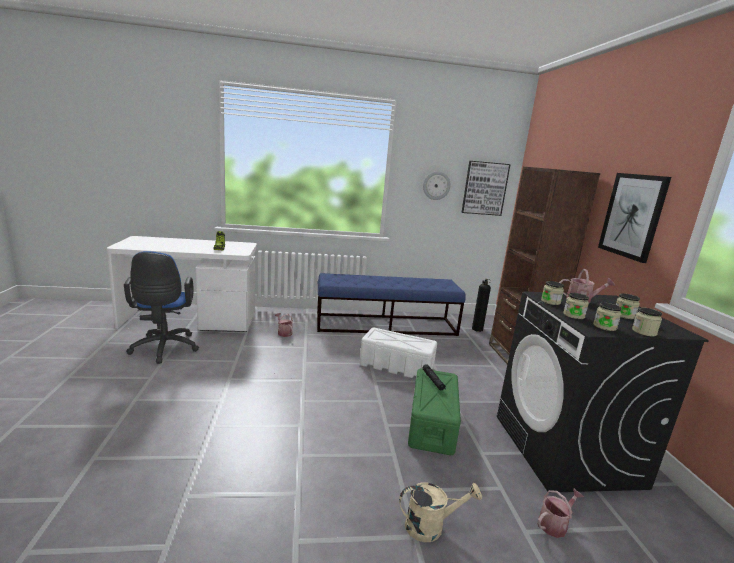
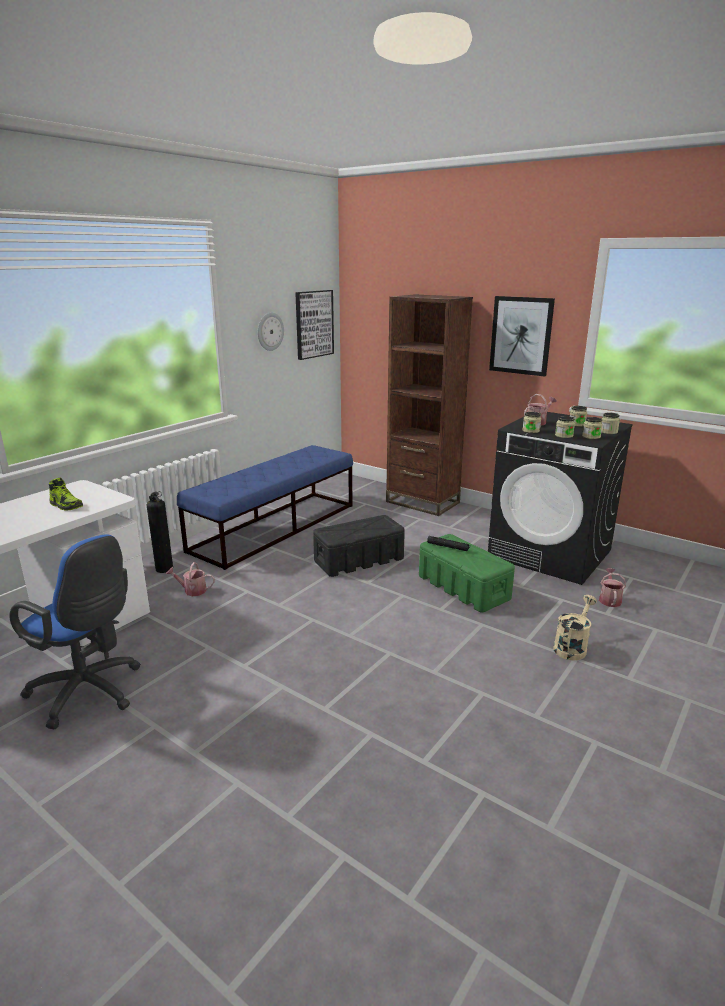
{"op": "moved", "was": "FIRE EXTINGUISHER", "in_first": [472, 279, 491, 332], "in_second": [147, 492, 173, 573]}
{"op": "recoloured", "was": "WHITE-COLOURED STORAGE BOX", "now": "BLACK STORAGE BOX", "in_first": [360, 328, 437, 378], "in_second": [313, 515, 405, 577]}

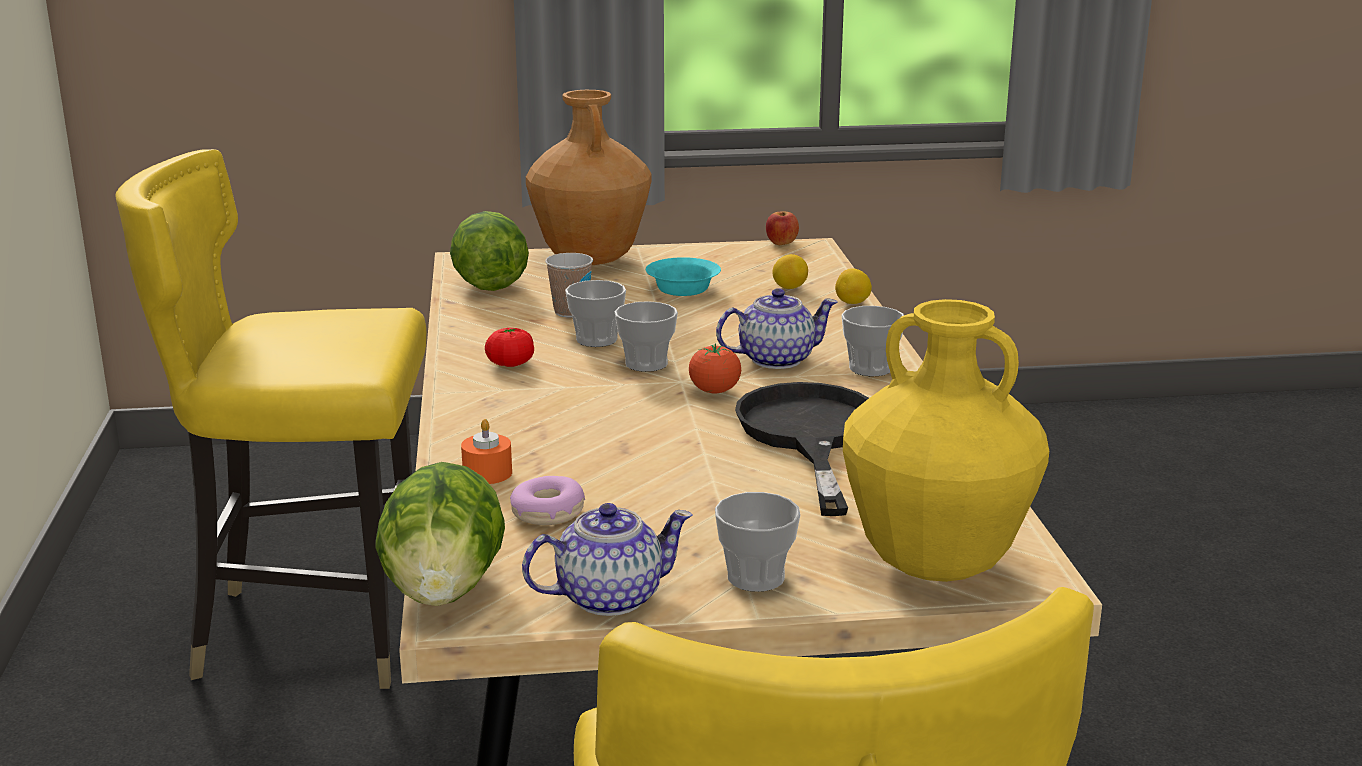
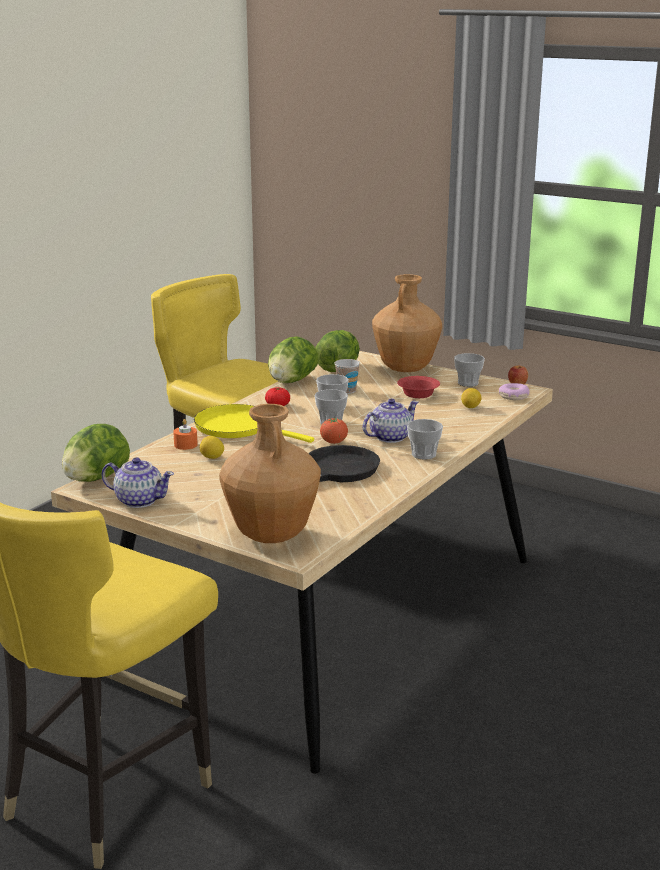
{"op": "added", "now": "YELLOW-COLOURED SKILLET", "in_second": [194, 404, 314, 443]}
{"op": "moved", "was": "CITRUS FRUIT", "in_first": [835, 268, 872, 304], "in_second": [200, 436, 224, 459]}
{"op": "recoloured", "was": "YELLOW-COLOURED DECORATIVE VASE", "now": "BROWN-COLOURED DECORATIVE VASE", "in_first": [843, 299, 1049, 582], "in_second": [219, 404, 321, 543]}
{"op": "added", "now": "HEAD OF LETTUCE", "in_second": [268, 336, 319, 383]}
{"op": "turned", "was": "POT FOR TEA", "in_first": [716, 288, 838, 369], "in_second": [363, 399, 418, 443], "clockwise": -60}
{"op": "recoloured", "was": "BLUE-GREEN DEEP DISH", "now": "RED-COLOURED DEEP DISH", "in_first": [646, 257, 721, 296], "in_second": [397, 376, 440, 398]}
{"op": "moved", "was": "DRINKING CUP", "in_first": [715, 492, 800, 592], "in_second": [454, 353, 485, 387]}
{"op": "moved", "was": "DOUGHNUT", "in_first": [510, 476, 585, 525], "in_second": [499, 383, 530, 400]}

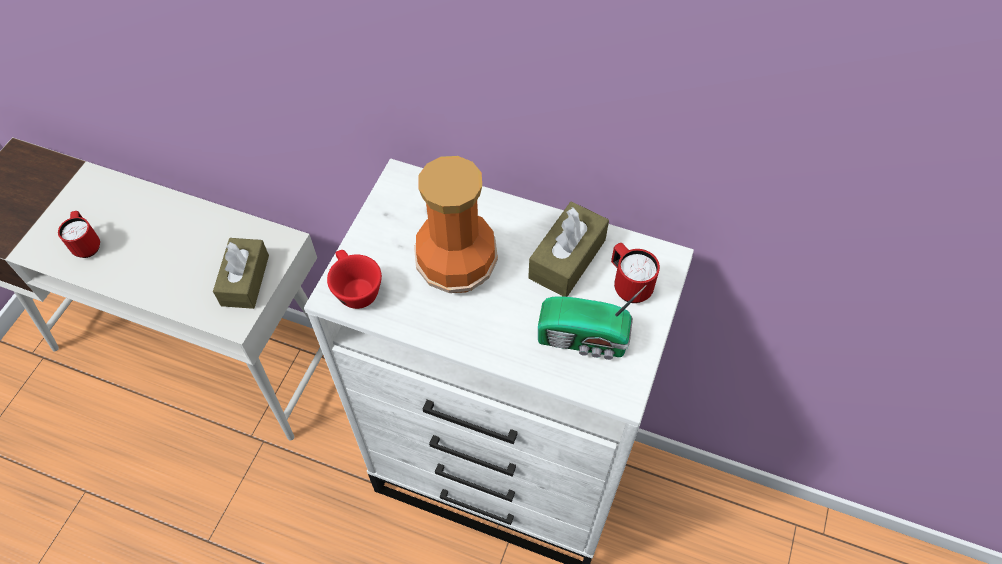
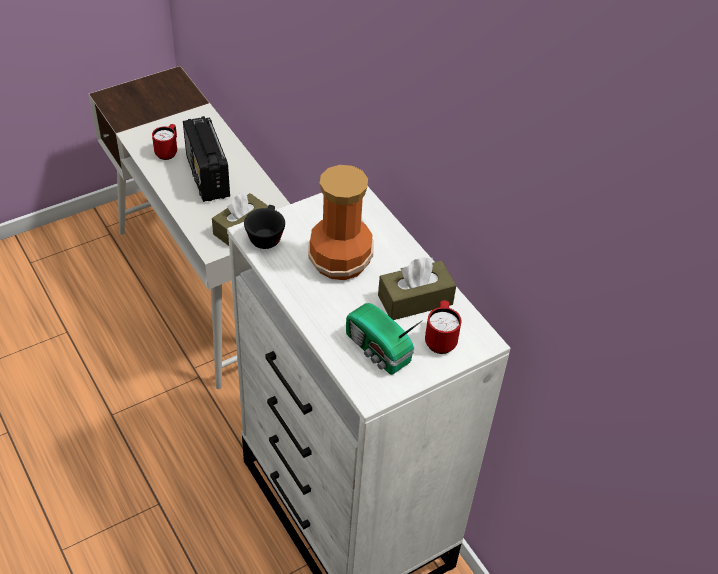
{"op": "added", "now": "RADIO SET", "in_second": [183, 116, 230, 202]}
{"op": "recoloured", "was": "RED-COLOURED DRINKING CUP", "now": "BLACK DRINKING CUP", "in_first": [327, 250, 382, 309], "in_second": [244, 205, 285, 249]}

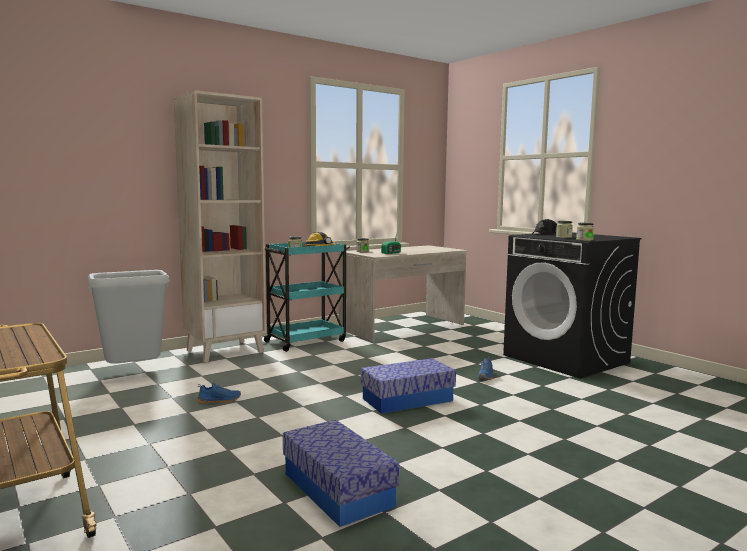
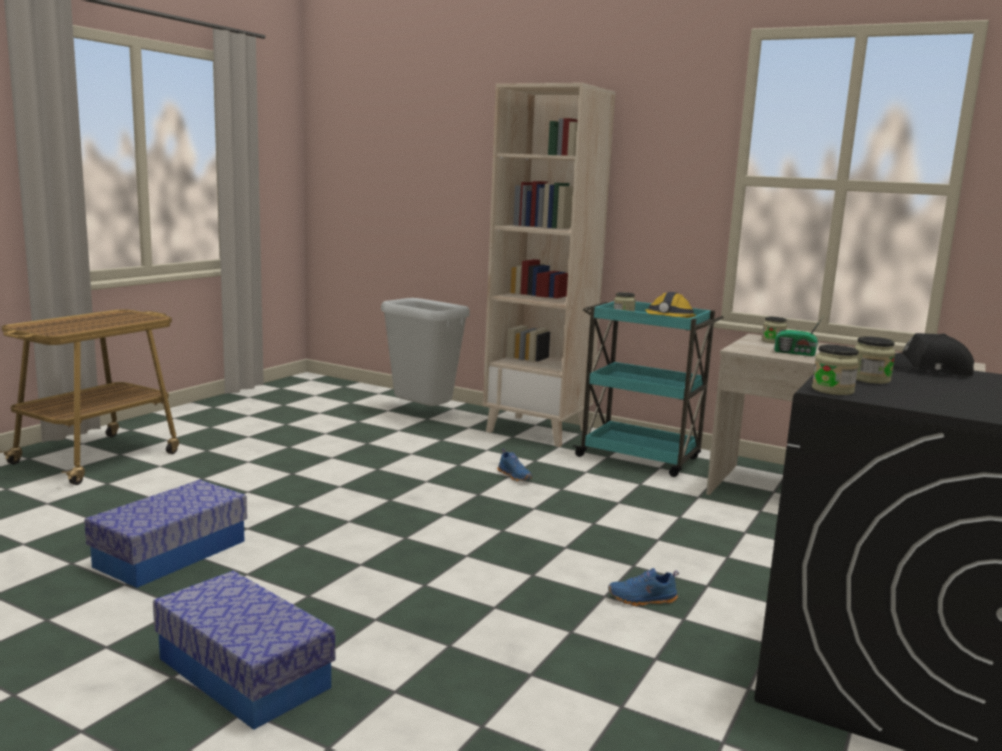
{"op": "moved", "was": "STORAGE BOX", "in_first": [361, 358, 456, 414], "in_second": [153, 570, 335, 730]}
{"op": "moved", "was": "BLUE SHOE", "in_first": [197, 383, 241, 403], "in_second": [497, 449, 532, 481]}

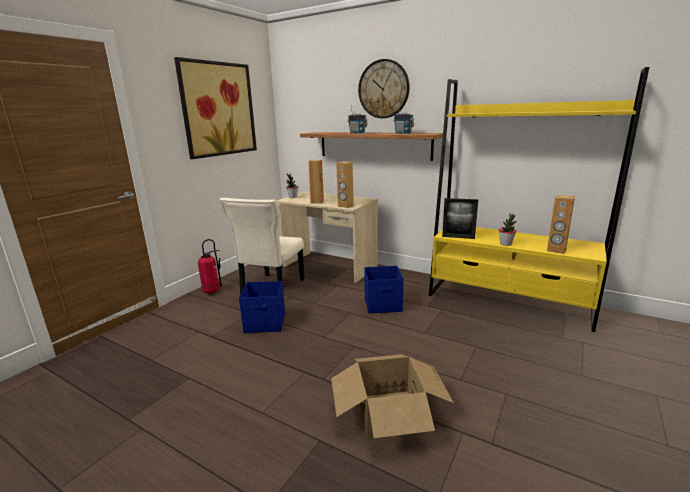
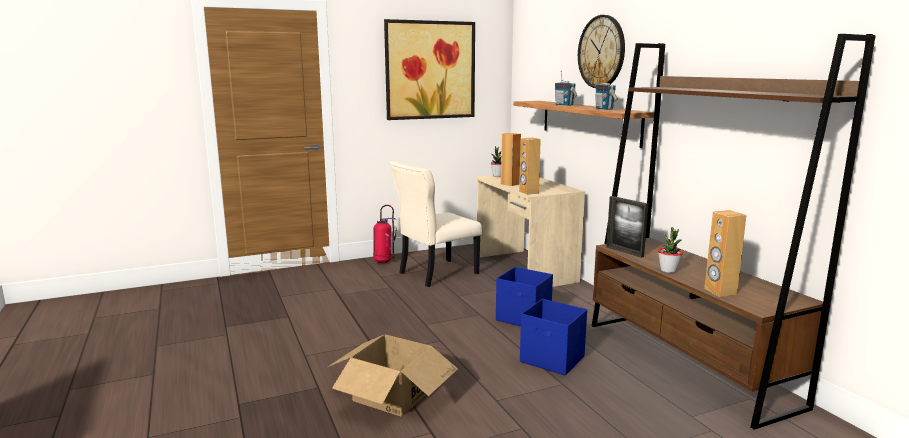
{"op": "moved", "was": "BLUE STORAGE BOX", "in_first": [239, 281, 285, 333], "in_second": [520, 299, 587, 375]}
{"op": "recoloured", "was": "YELLOW-COLOURED SHELVING UNIT", "now": "BROWN-COLOURED SHELVING UNIT", "in_first": [429, 67, 649, 332], "in_second": [592, 34, 875, 430]}

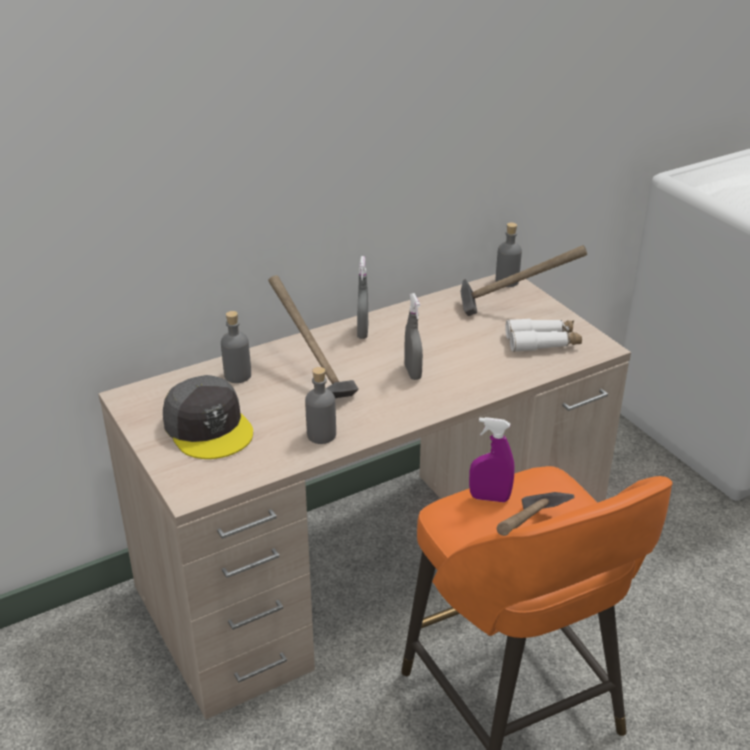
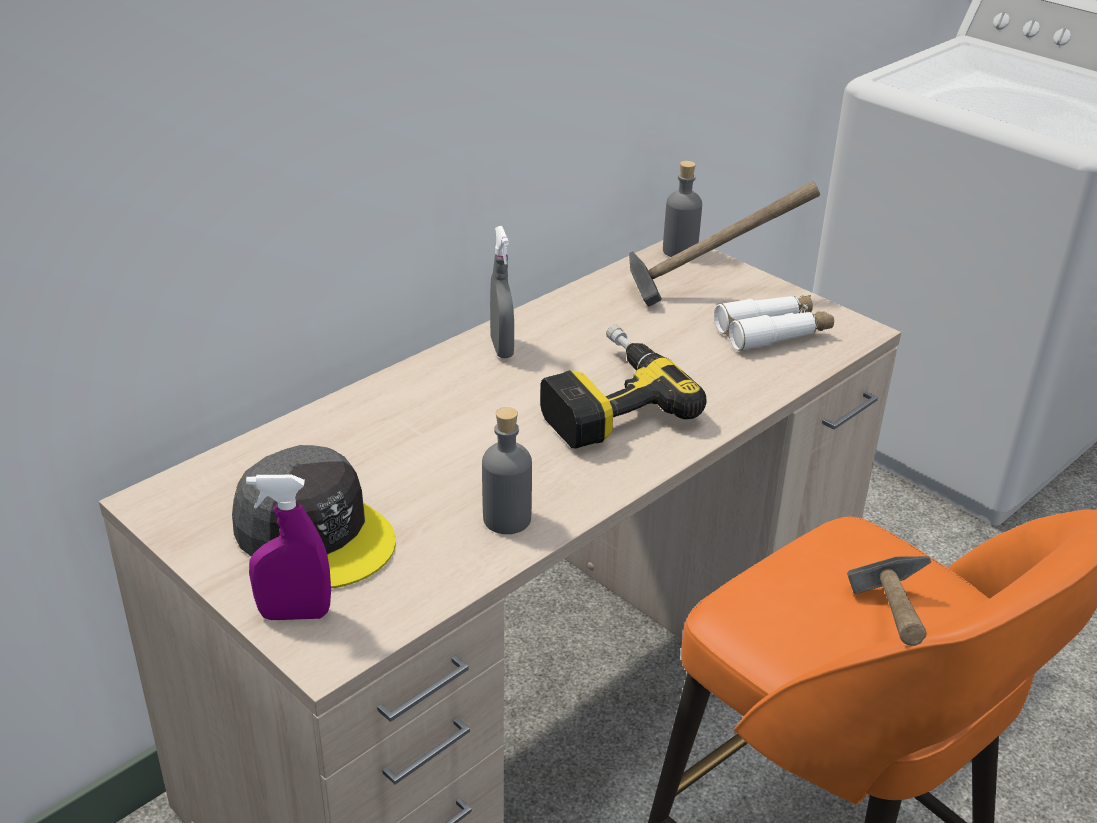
{"op": "moved", "was": "PURPLE SPRAY BOTTLE", "in_first": [469, 417, 515, 502], "in_second": [246, 475, 331, 620]}
{"op": "replaced", "was": "GREYISH SPRAY BOTTLE", "now": "POWER DRILL", "in_first": [404, 293, 423, 380], "in_second": [540, 325, 707, 448]}
{"op": "removed", "was": "GREYISH BEVERAGE BOTTLE", "in_first": [221, 311, 251, 383]}
{"op": "removed", "was": "HAMMER", "in_first": [268, 275, 359, 398]}

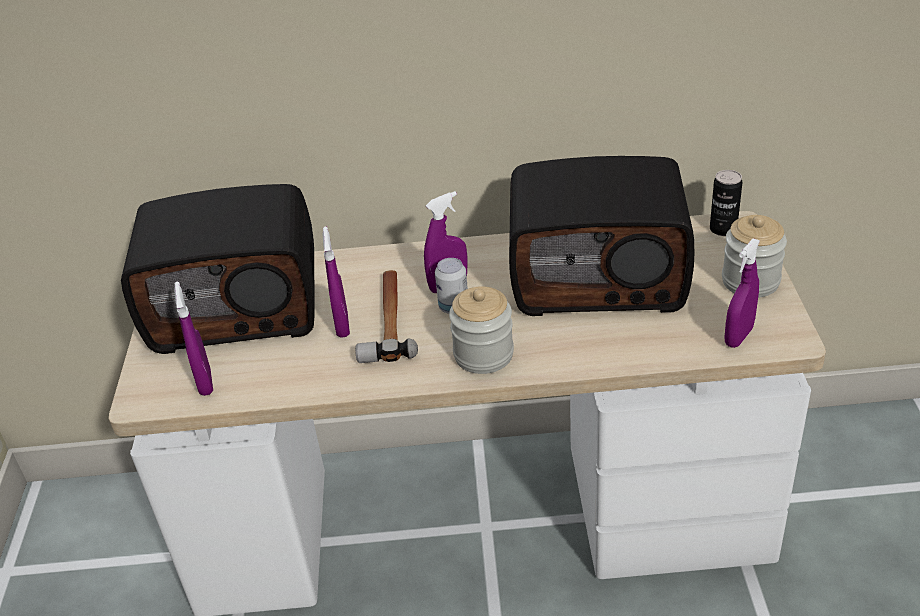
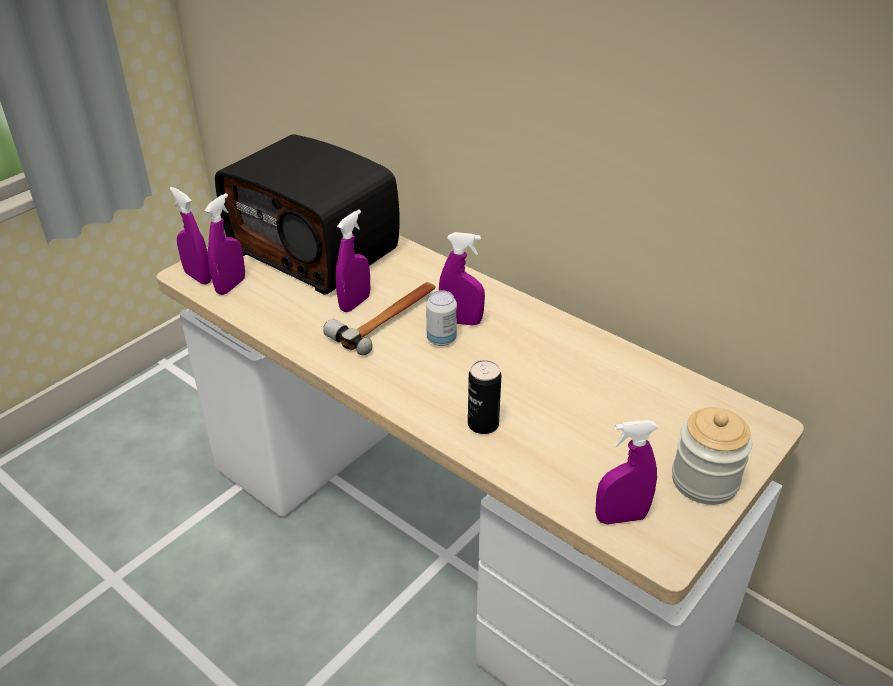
{"op": "added", "now": "PURPLE SPRAY BOTTLE", "in_second": [170, 187, 212, 285]}
{"op": "moved", "was": "CAN", "in_first": [710, 170, 742, 236], "in_second": [468, 360, 501, 434]}
{"op": "removed", "was": "PRESERVE JAR", "in_first": [449, 286, 514, 374]}
{"op": "removed", "was": "RADIO SET", "in_first": [509, 156, 694, 316]}

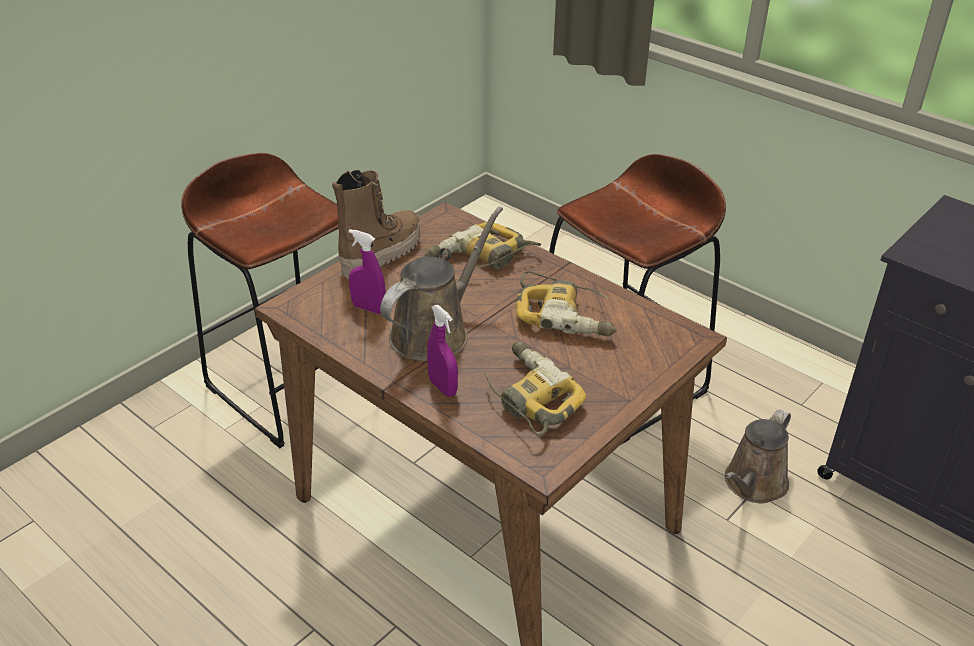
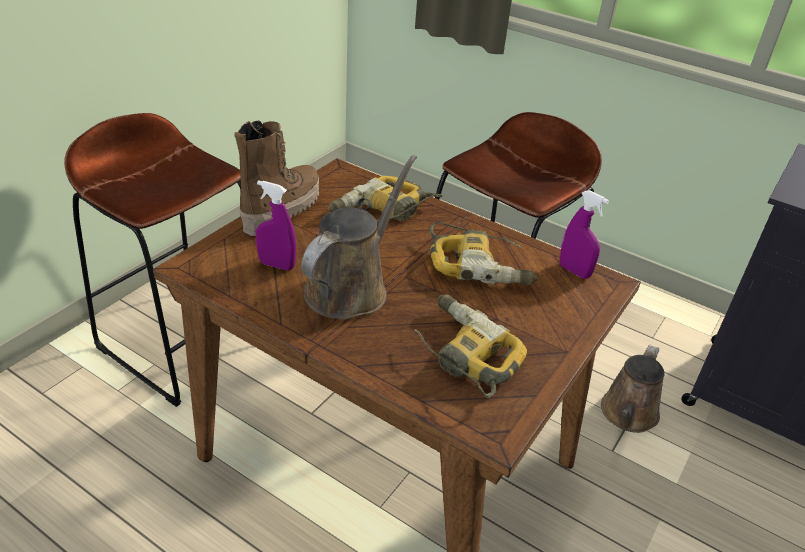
{"op": "moved", "was": "PURPLE SPRAY BOTTLE", "in_first": [427, 305, 458, 397], "in_second": [560, 190, 609, 279]}

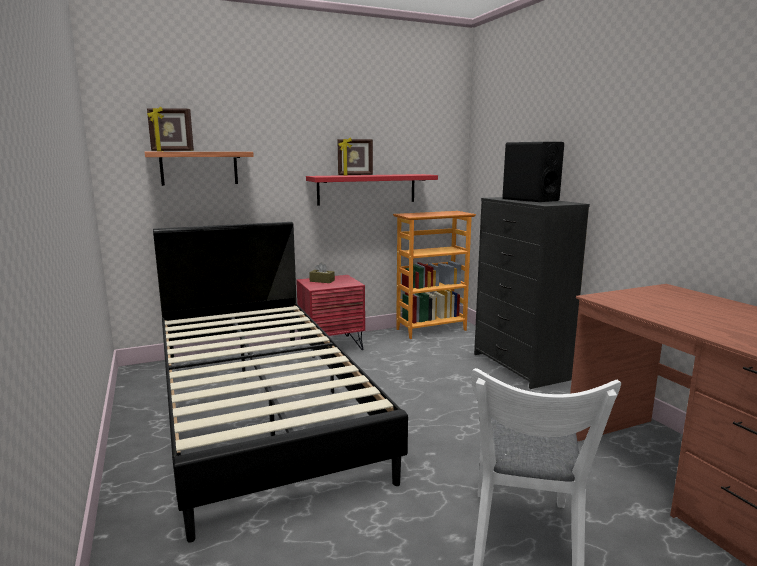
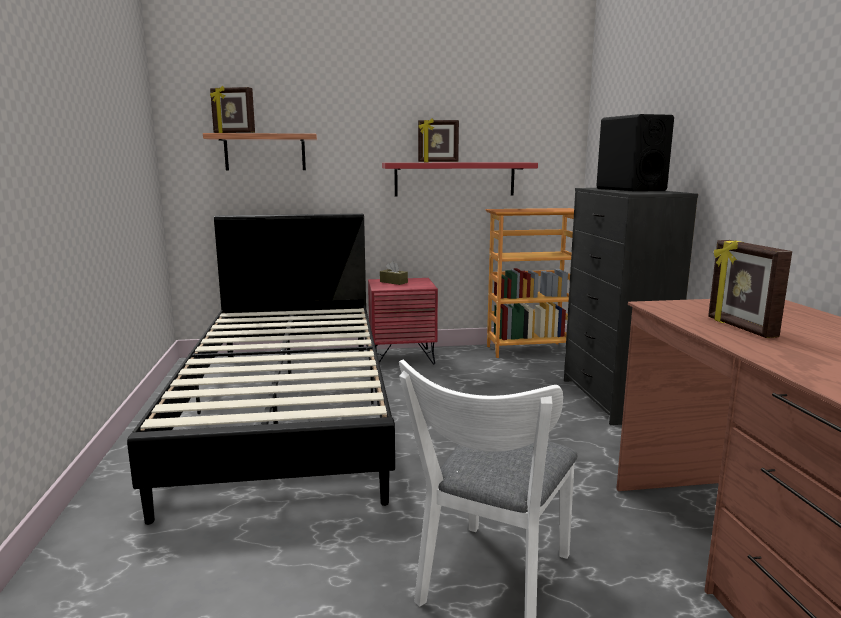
{"op": "added", "now": "PICTURE FRAME", "in_second": [708, 240, 792, 338]}

